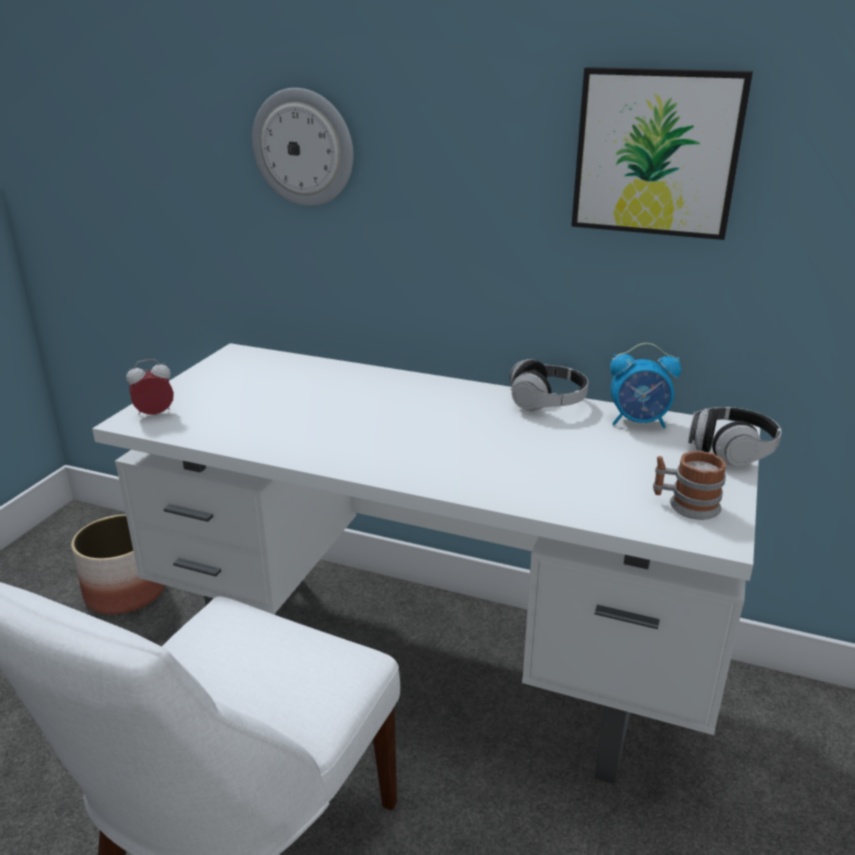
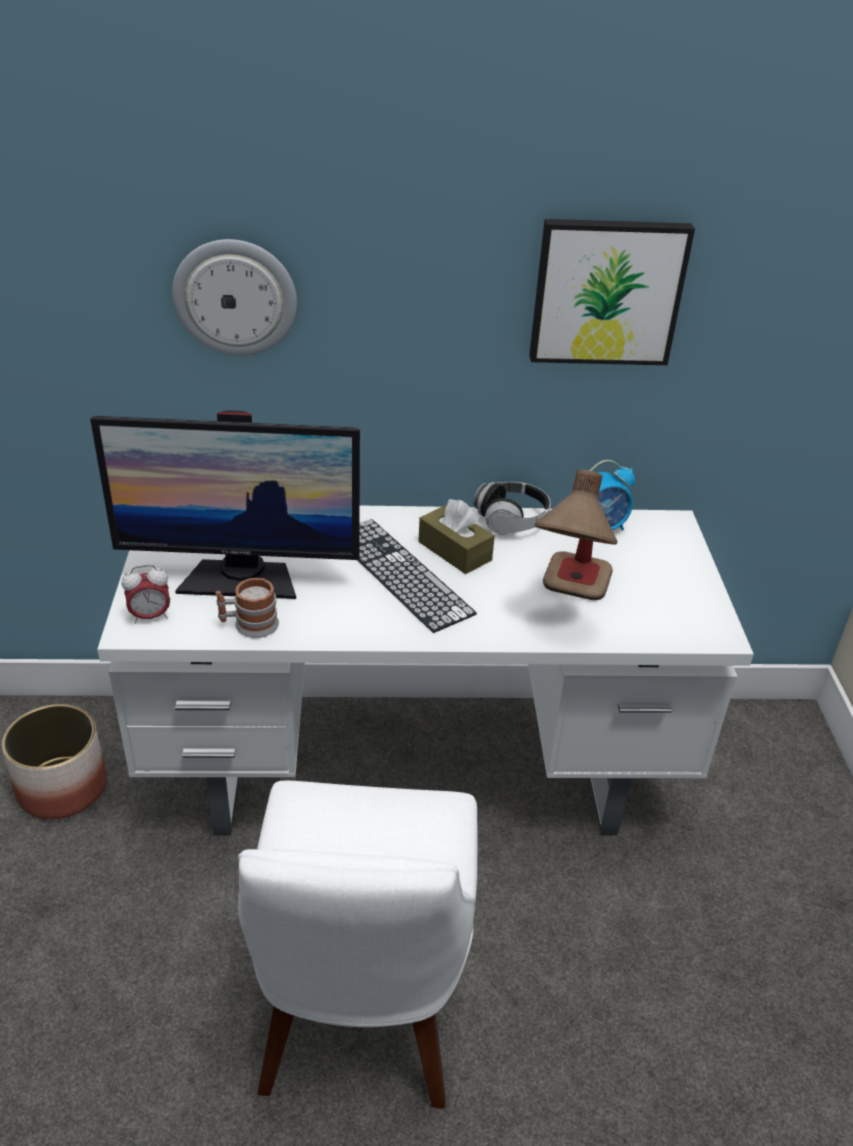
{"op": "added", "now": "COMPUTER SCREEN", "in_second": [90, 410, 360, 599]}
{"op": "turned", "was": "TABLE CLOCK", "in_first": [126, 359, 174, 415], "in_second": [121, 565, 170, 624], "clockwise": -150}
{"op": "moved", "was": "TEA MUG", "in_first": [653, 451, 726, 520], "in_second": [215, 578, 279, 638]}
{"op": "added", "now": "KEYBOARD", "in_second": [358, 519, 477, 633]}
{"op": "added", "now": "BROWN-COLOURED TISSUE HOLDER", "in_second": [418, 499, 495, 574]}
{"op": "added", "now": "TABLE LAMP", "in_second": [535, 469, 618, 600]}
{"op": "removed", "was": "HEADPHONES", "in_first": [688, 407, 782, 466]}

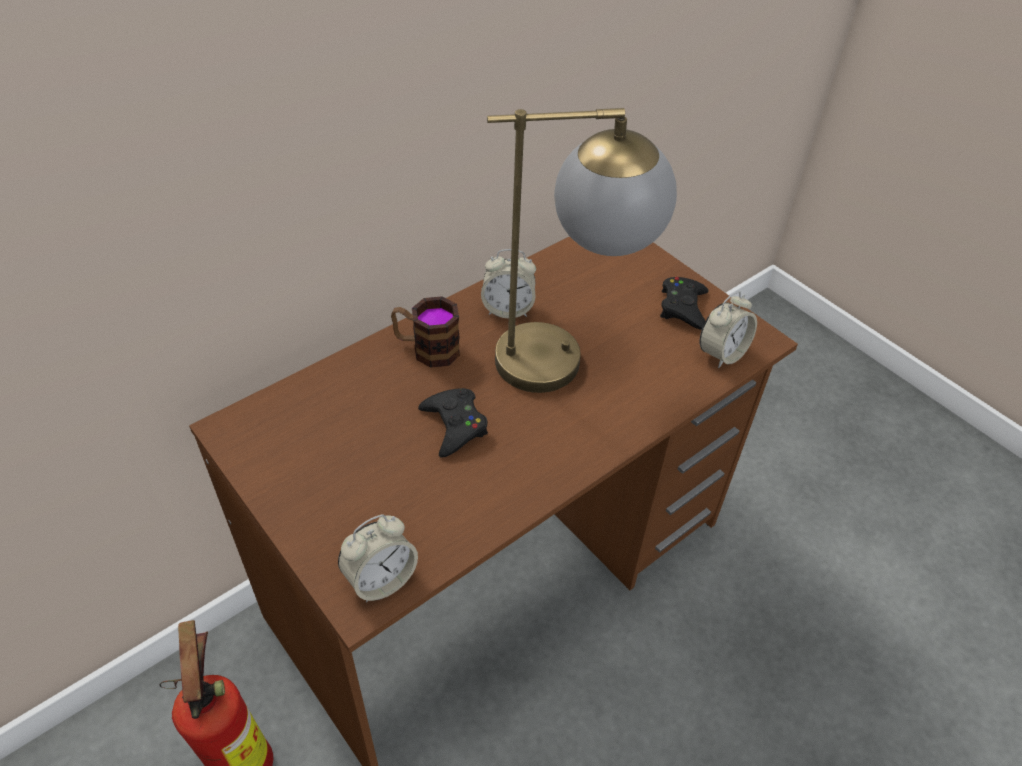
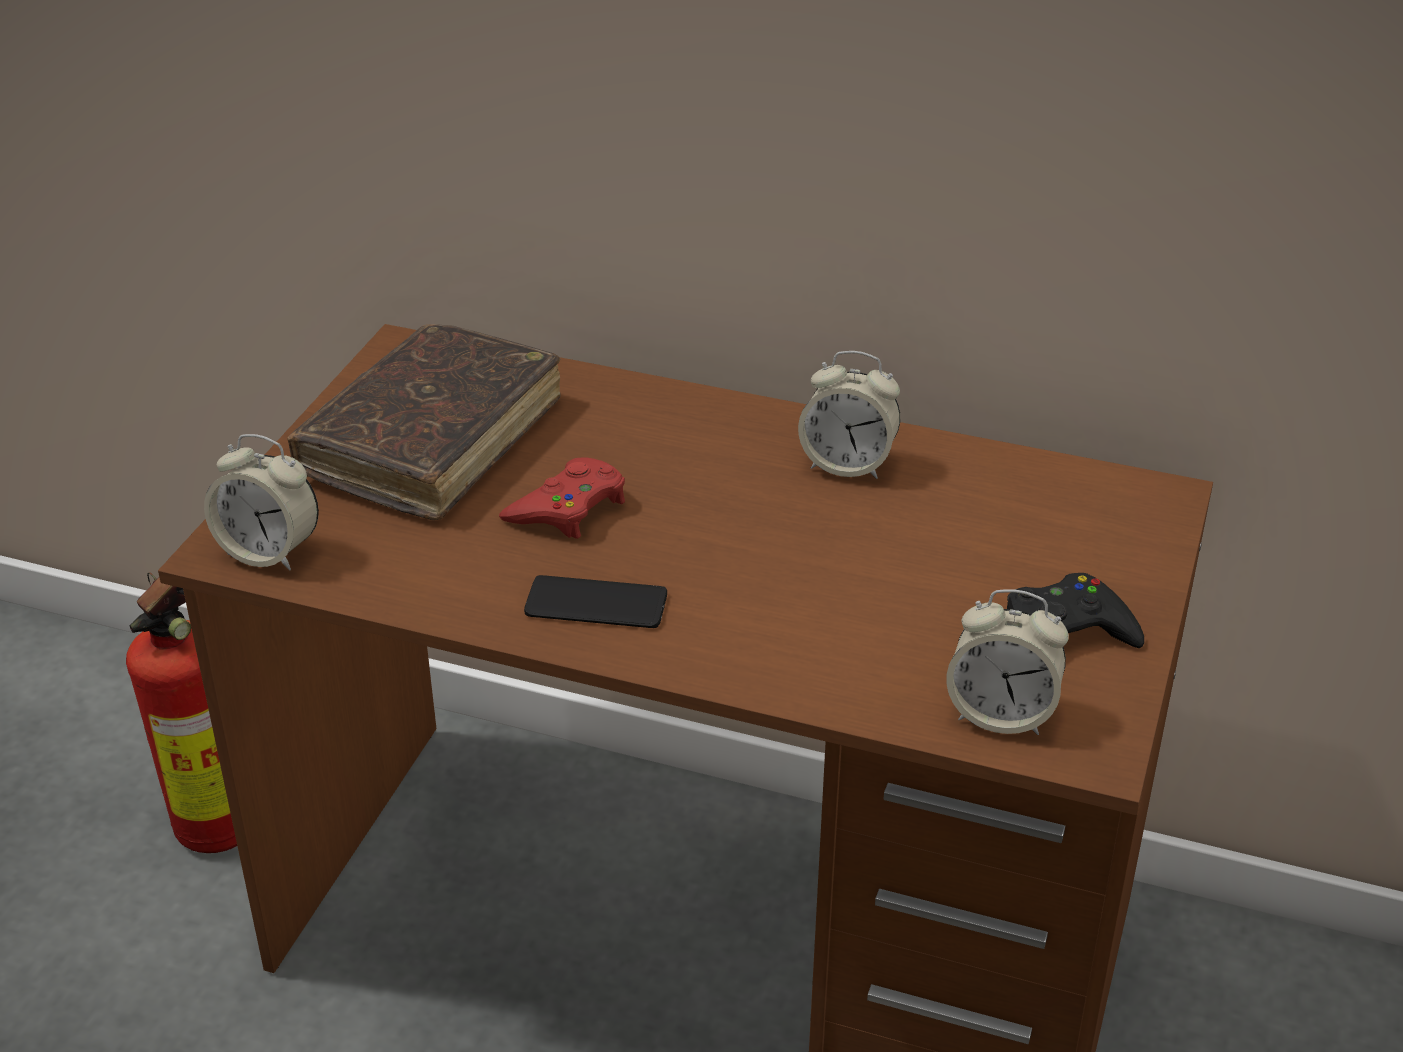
{"op": "added", "now": "BROWN-COLOURED VOLUME", "in_second": [287, 324, 561, 520]}
{"op": "recoloured", "was": "BLACK GAMEPAD", "now": "RED-COLOURED GAMEPAD", "in_first": [418, 388, 488, 458], "in_second": [499, 457, 625, 539]}
{"op": "added", "now": "TELEPHONE", "in_second": [524, 575, 667, 628]}
{"op": "turned", "was": "TABLE CLOCK", "in_first": [481, 249, 536, 318], "in_second": [798, 351, 900, 479], "clockwise": -45}
{"op": "removed", "was": "TEA MUG", "in_first": [391, 296, 460, 368]}
{"op": "removed", "was": "TABLE LAMP", "in_first": [487, 108, 677, 393]}

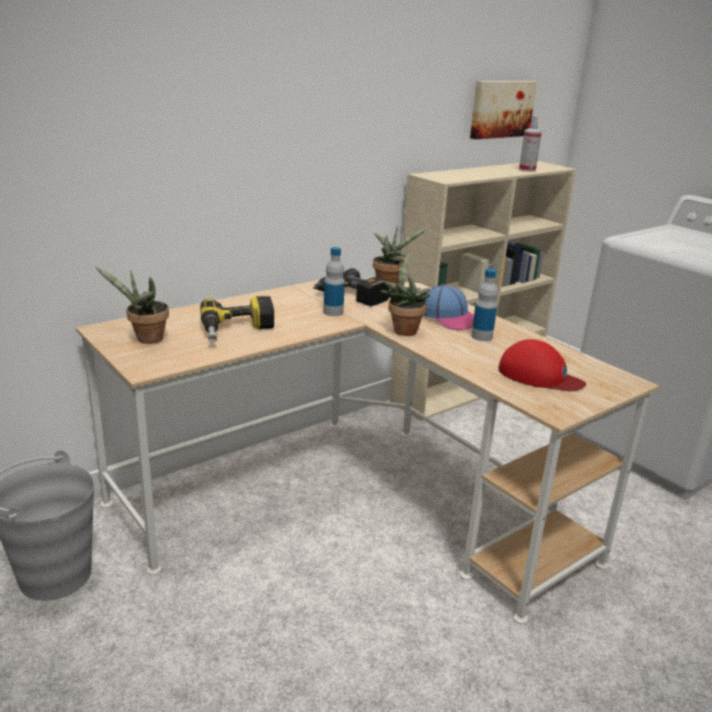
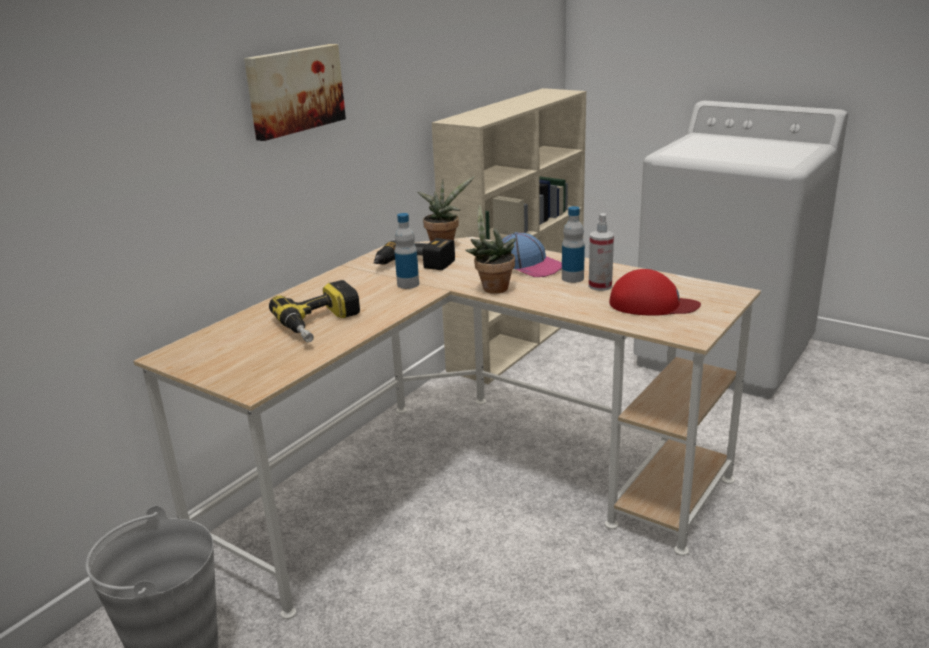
{"op": "moved", "was": "PICTURE", "in_first": [470, 81, 537, 139], "in_second": [244, 44, 346, 141]}
{"op": "moved", "was": "SPRAY BOTTLE", "in_first": [519, 115, 542, 172], "in_second": [589, 213, 614, 291]}
{"op": "removed", "was": "PLANT IN A POT", "in_first": [95, 266, 169, 344]}

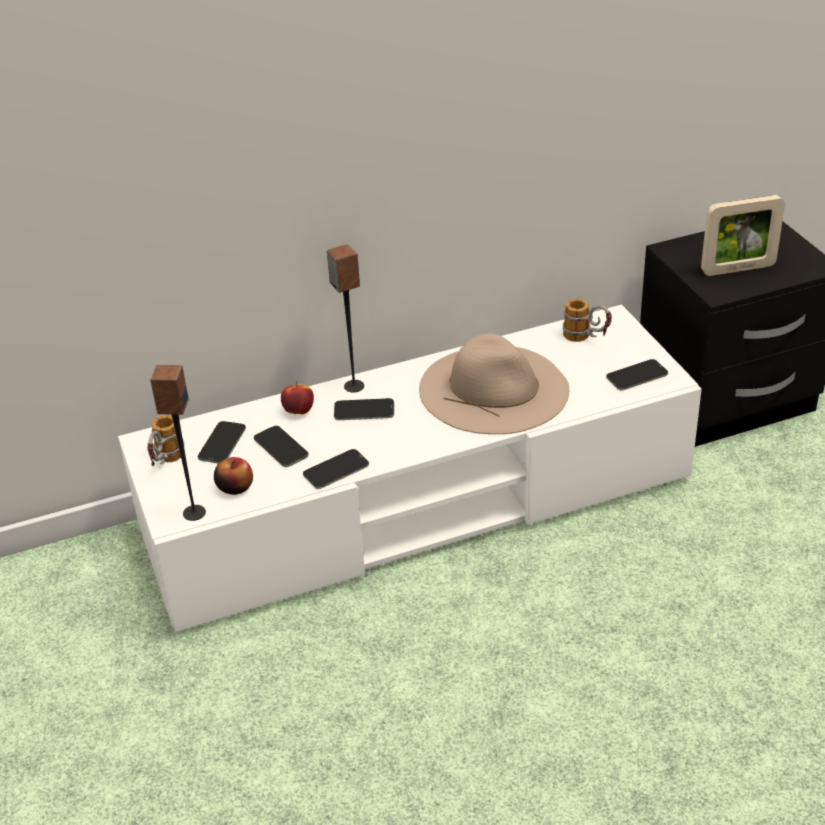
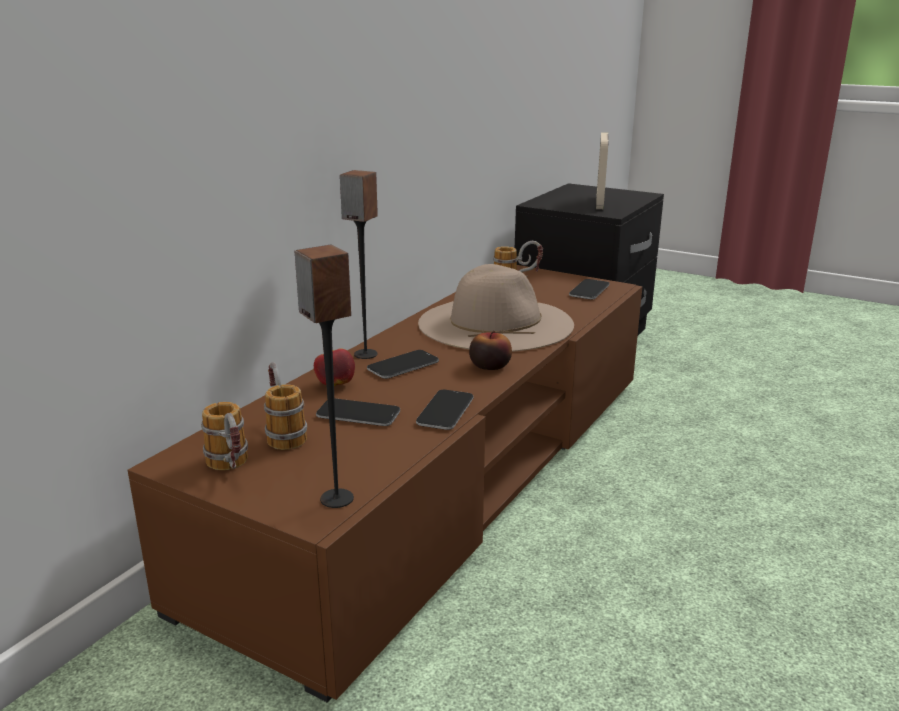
{"op": "recoloured", "was": "WHITE-COLOURED TV UNIT", "now": "BROWN-COLOURED TV UNIT", "in_first": [118, 305, 702, 632], "in_second": [128, 265, 642, 702]}
{"op": "replaced", "was": "TELEPHONE", "now": "TEA MUG", "in_first": [198, 421, 246, 464], "in_second": [264, 362, 307, 450]}
{"op": "moved", "was": "WHOLE APPLE", "in_first": [214, 457, 253, 495], "in_second": [469, 331, 512, 370]}
{"op": "turned", "was": "PICTURE FRAME", "in_first": [701, 195, 785, 276], "in_second": [596, 132, 609, 209], "clockwise": 150}

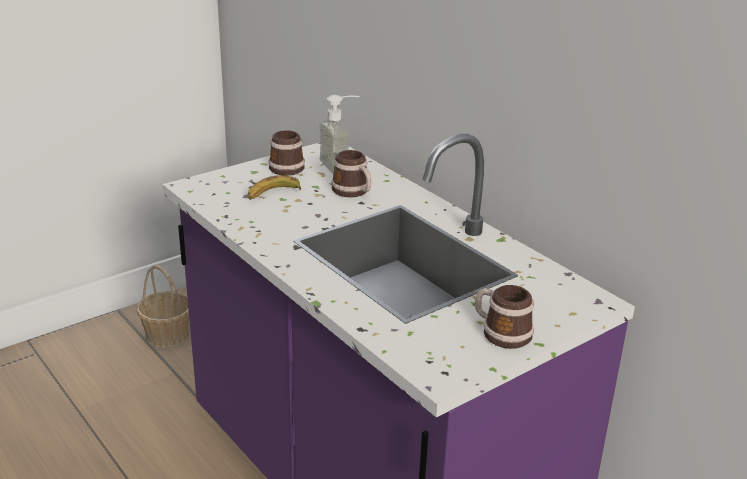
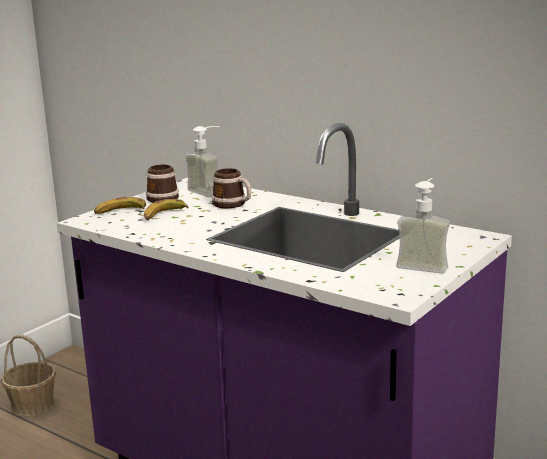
{"op": "added", "now": "BANANA FRUIT", "in_second": [94, 197, 146, 214]}
{"op": "replaced", "was": "TEA MUG", "now": "SOAP BOTTLE", "in_first": [475, 285, 534, 349], "in_second": [396, 178, 450, 274]}

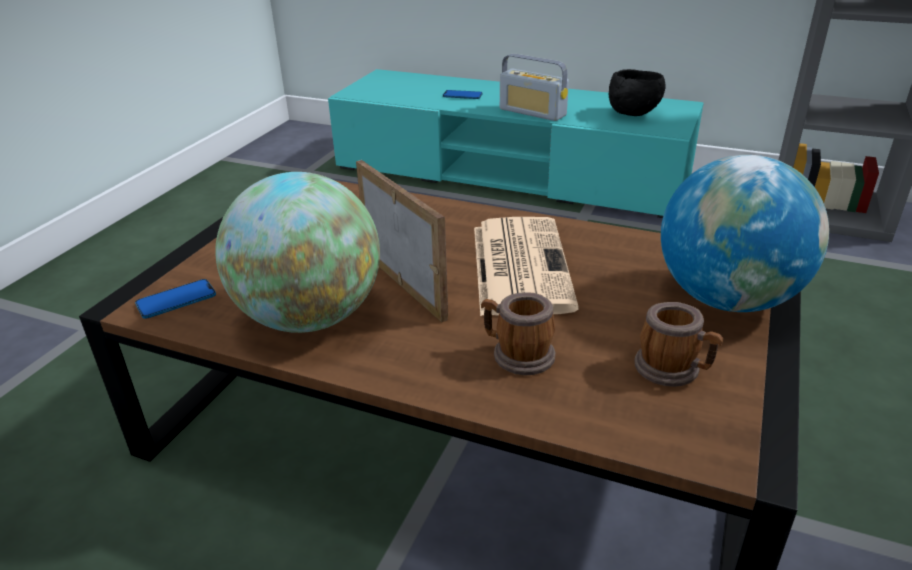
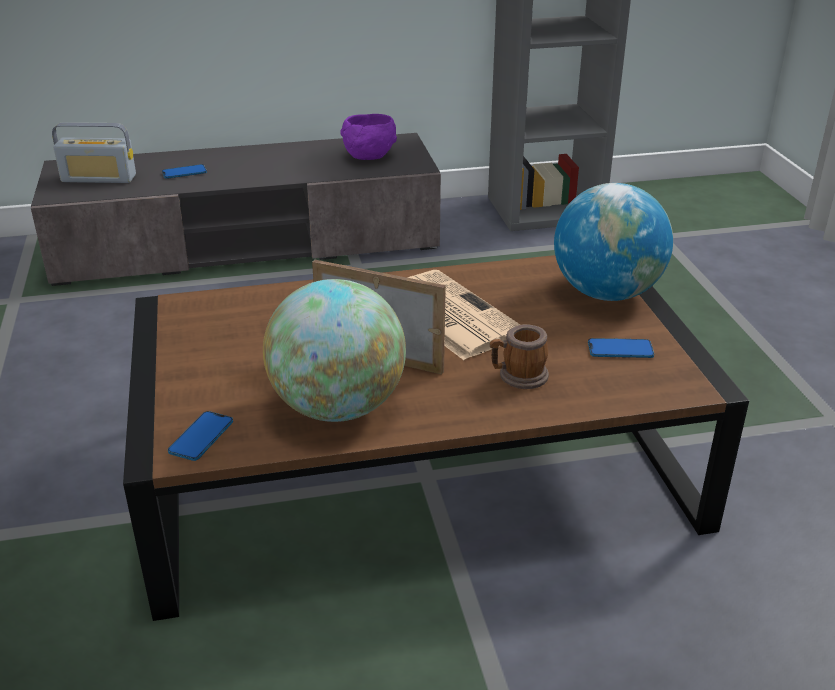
{"op": "recoloured", "was": "BLUE-GREEN TV UNIT", "now": "GREYISH TV UNIT", "in_first": [328, 69, 704, 218], "in_second": [31, 133, 441, 286]}
{"op": "moved", "was": "RADIO SET", "in_first": [500, 54, 569, 121], "in_second": [52, 122, 136, 183]}
{"op": "recoloured", "was": "BLACK DEEP DISH", "now": "PURPLE DEEP DISH", "in_first": [609, 69, 666, 116], "in_second": [340, 114, 397, 160]}
{"op": "replaced", "was": "TEA MUG", "now": "TELEPHONE", "in_first": [634, 302, 723, 387], "in_second": [588, 338, 654, 358]}

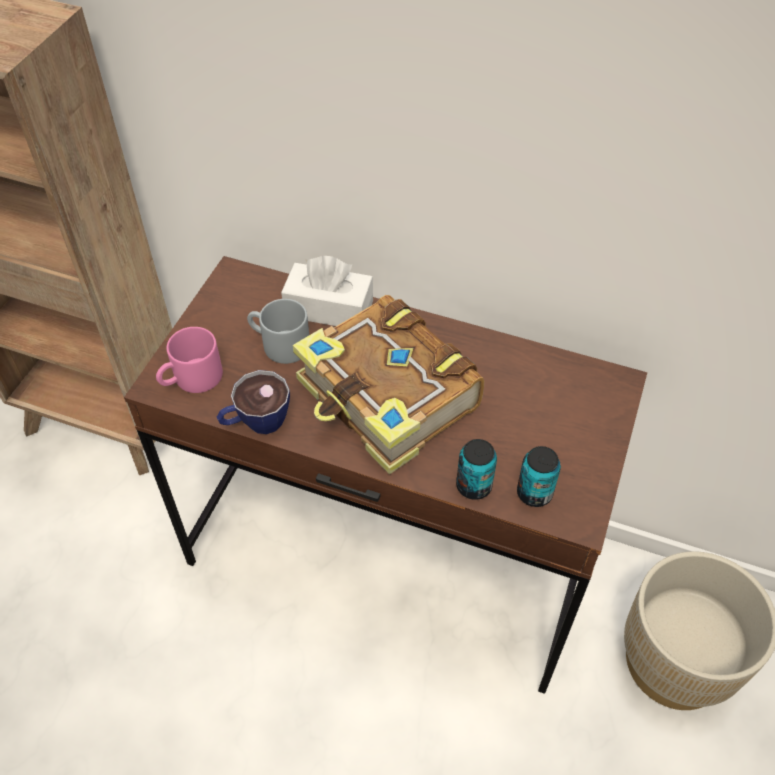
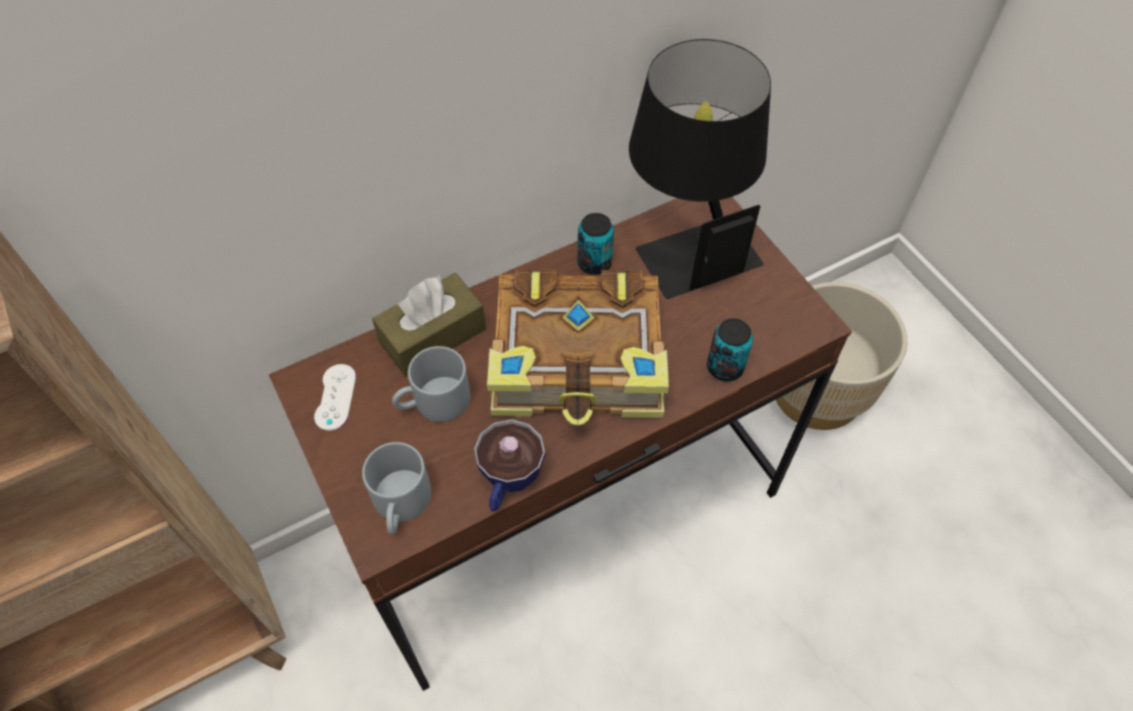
{"op": "added", "now": "WHITE-COLOURED GAMEPAD", "in_second": [314, 364, 356, 431]}
{"op": "recoloured", "was": "PINK TEA MUG", "now": "GREYISH TEA MUG", "in_first": [156, 327, 223, 393], "in_second": [362, 442, 432, 534]}
{"op": "recoloured", "was": "WHITE-COLOURED TISSUE HOLDER", "now": "BROWN-COLOURED TISSUE HOLDER", "in_first": [281, 256, 373, 326], "in_second": [372, 273, 486, 376]}
{"op": "moved", "was": "CAN", "in_first": [517, 446, 561, 507], "in_second": [577, 213, 614, 275]}
{"op": "added", "now": "BLACK TABLE LAMP", "in_second": [629, 39, 771, 299]}

